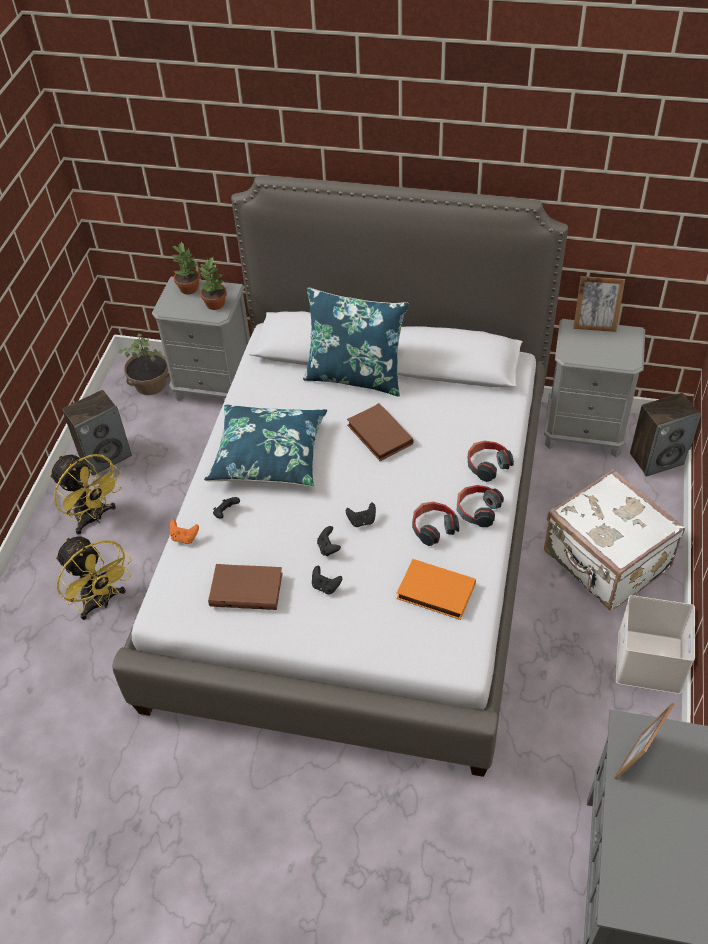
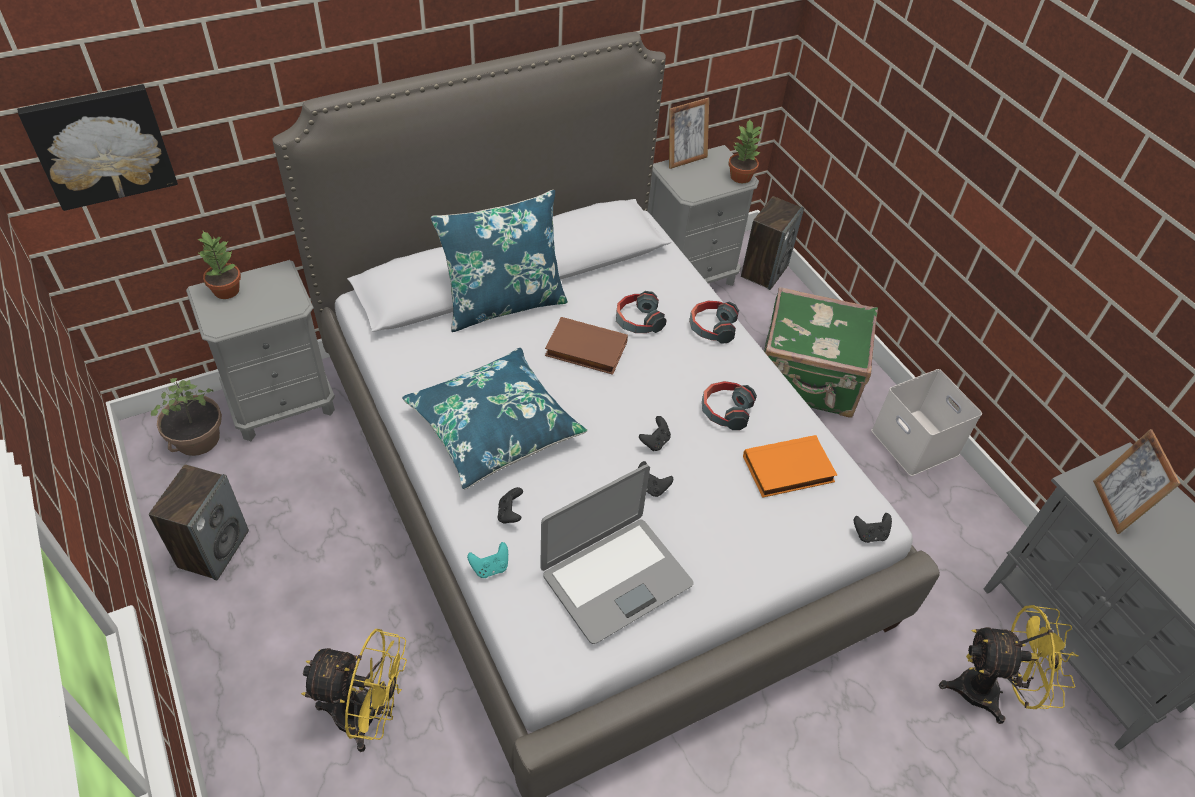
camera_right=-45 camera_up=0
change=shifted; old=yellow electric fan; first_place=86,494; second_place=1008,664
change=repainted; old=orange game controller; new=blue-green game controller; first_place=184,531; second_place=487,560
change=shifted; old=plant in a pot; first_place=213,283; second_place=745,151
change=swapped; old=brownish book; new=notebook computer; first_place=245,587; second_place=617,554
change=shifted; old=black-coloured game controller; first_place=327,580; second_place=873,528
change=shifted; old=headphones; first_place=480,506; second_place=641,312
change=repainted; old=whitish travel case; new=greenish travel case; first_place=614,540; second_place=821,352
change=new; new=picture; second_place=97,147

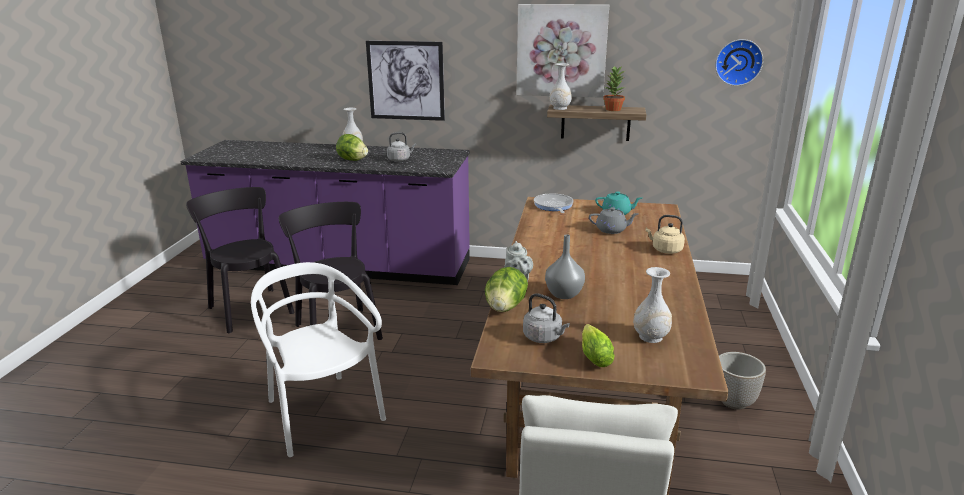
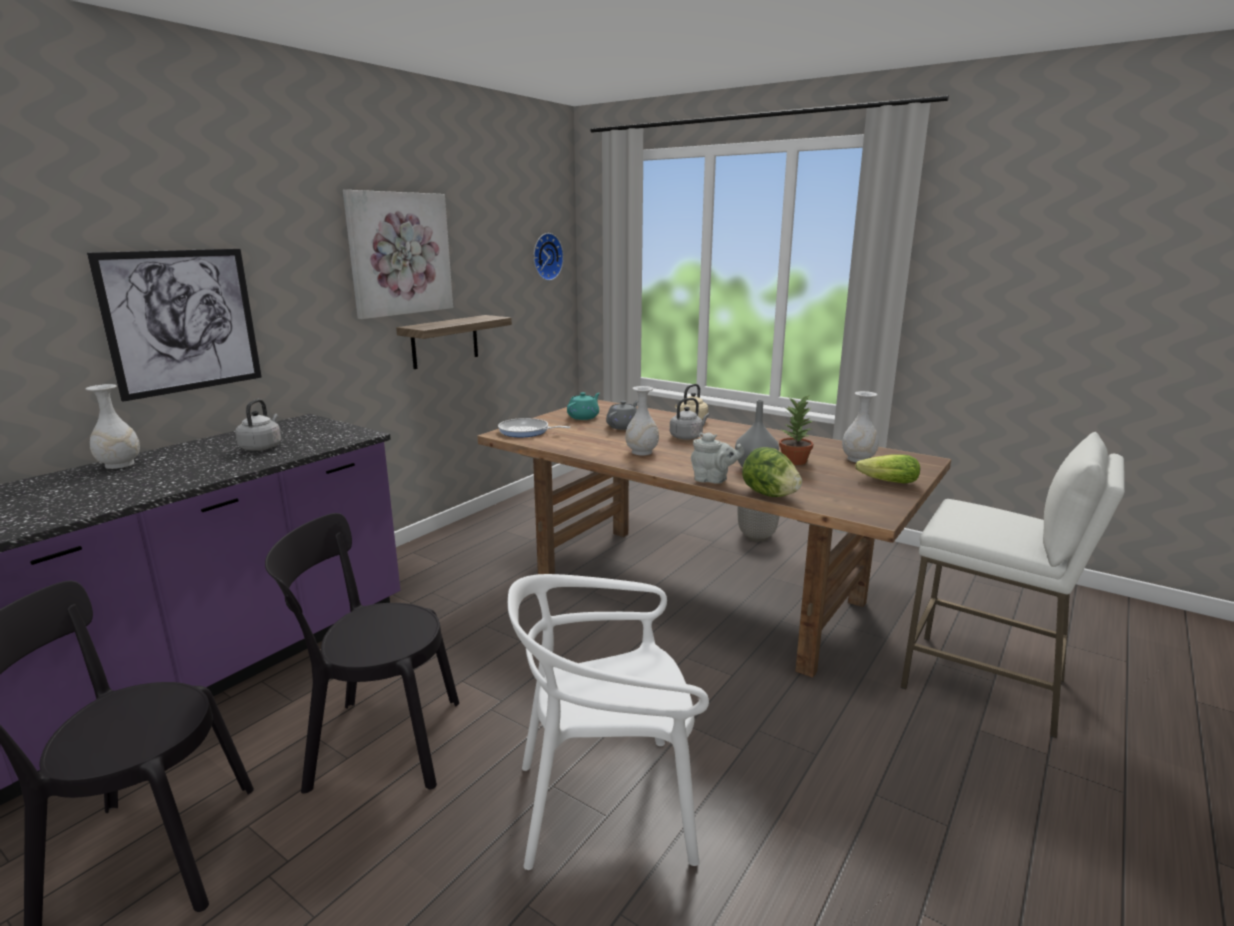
camera_right=-65 camera_up=-5
change=gone; old=lettuce head; first_place=352,147
change=shifted; old=greyish water kettle; first_place=546,318; second_place=690,419
change=shifted; old=whitish flower vase; first_place=560,86; second_place=642,421
change=shifted; old=plant in a pot; first_place=614,88; second_place=796,429

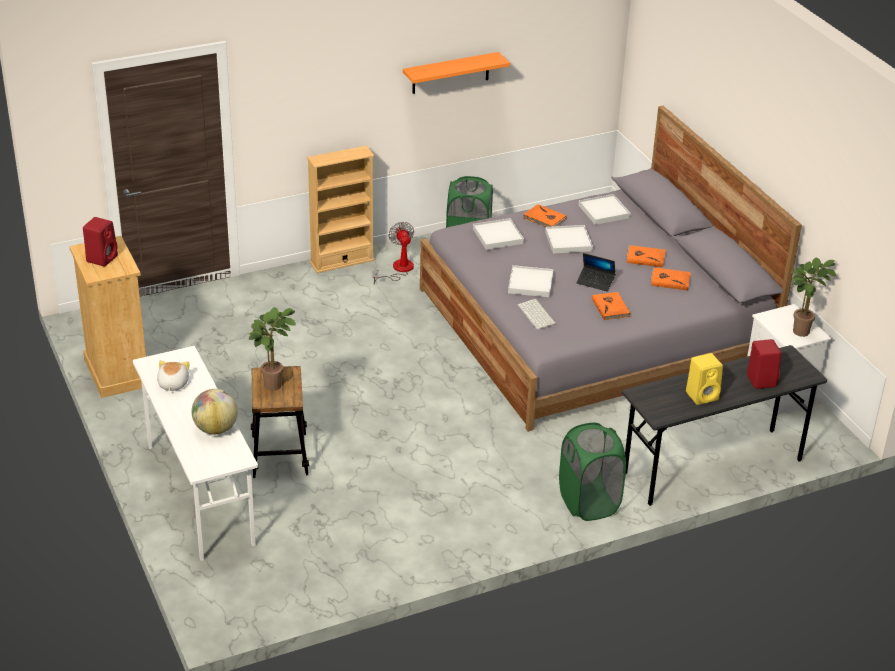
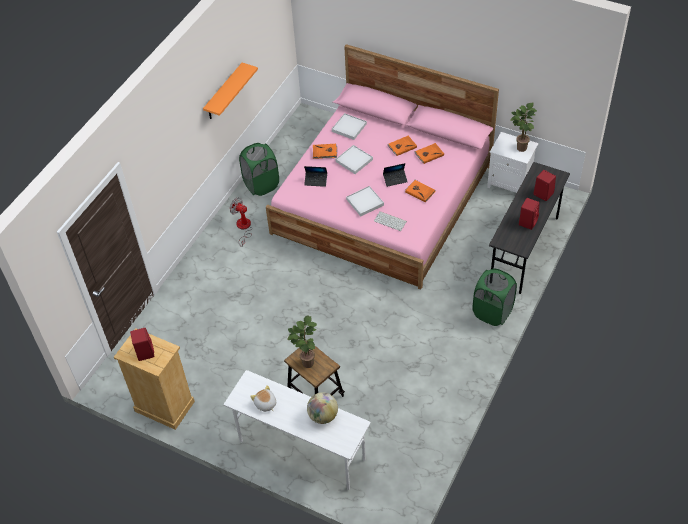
camera_right=-35 camera_up=15
change=gone; old=beige bookcase; first_place=340,209
change=repainted; old=greyish bed; new=pinkish bed; first_place=611,269; second_place=382,167
change=swapped; old=whitish tray; new=notebook computer; first_place=498,234; second_place=315,176
change=repainted; old=yellow loudspeaker; new=reddish loudspeaker; first_place=704,379; second_place=529,214

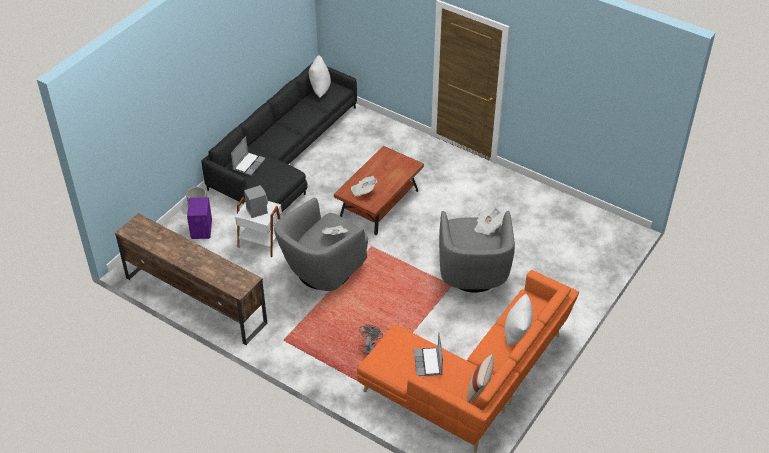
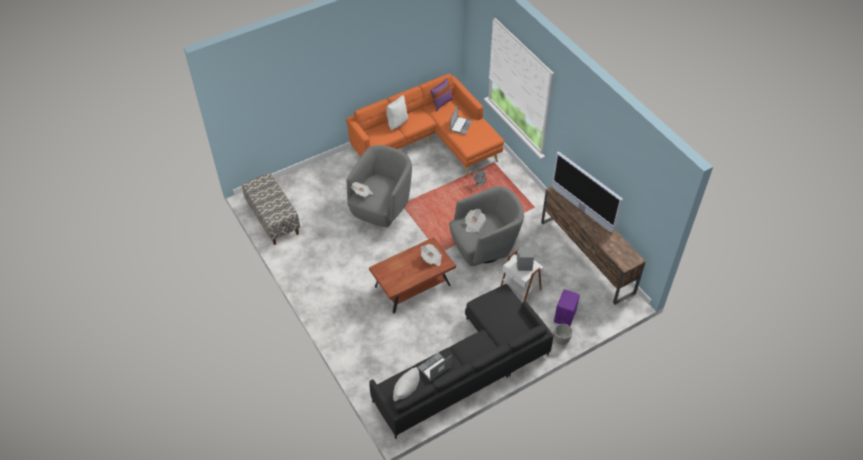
camera_right=-155 camera_up=5
change=shifted; old=notebook computer; first_place=248,156; second_place=435,367
change=repainted; old=beige pillow; new=purple pillow; first_place=480,378; second_place=441,95
change=new; new=bench; second_place=271,209
change=new; new=TV set; second_place=587,192

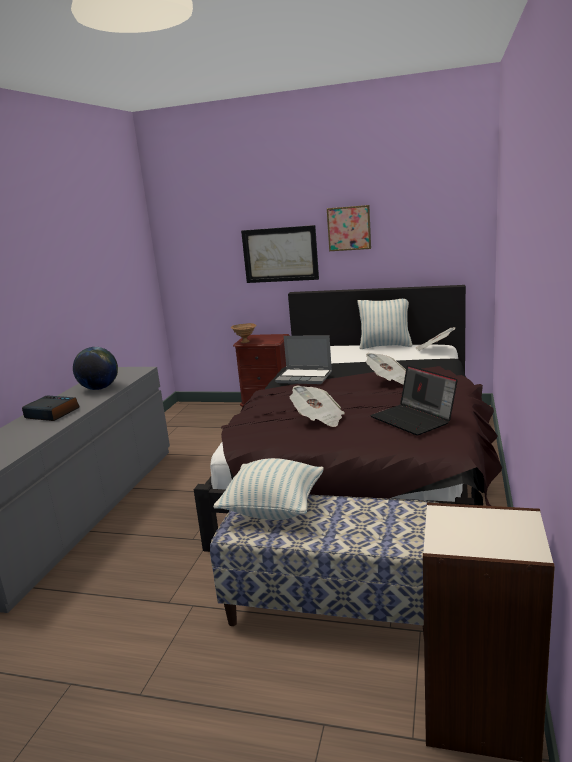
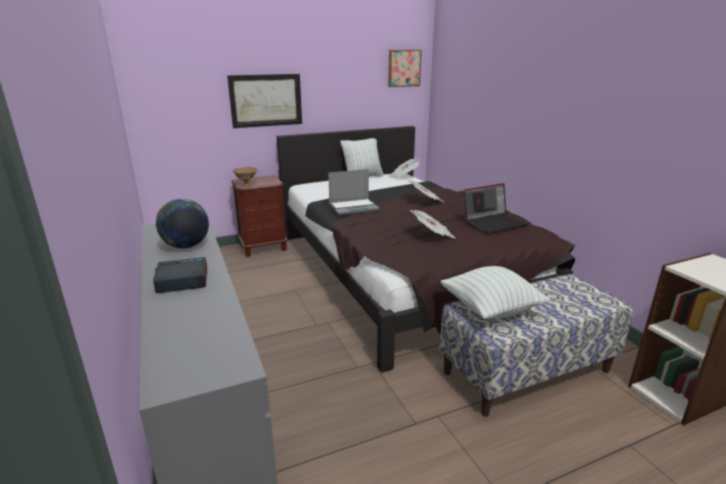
camera_right=-40 camera_up=5
change=shifted; old=picture; first_place=349,228; second_place=405,68
change=rotated; old=notebook computer; first_place=414,400; second_place=496,208; degrees=-45

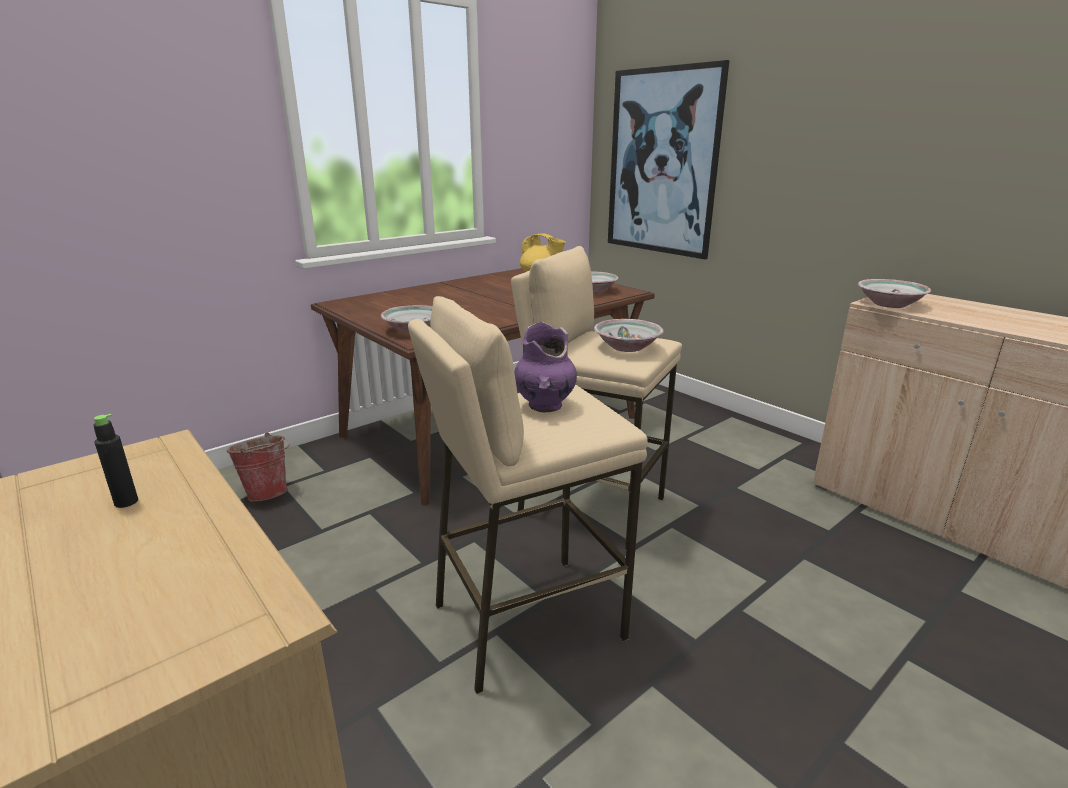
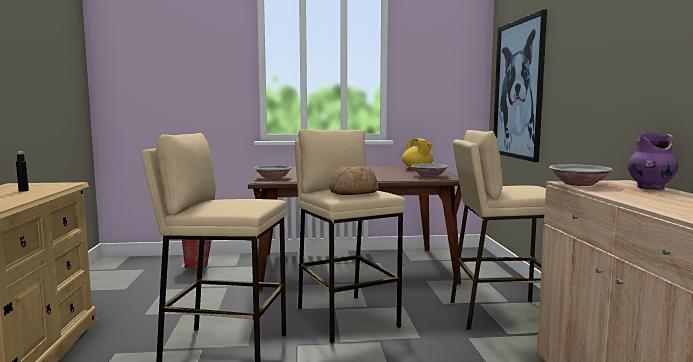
camera_right=35 camera_up=-15
change=shifted; old=purple flower vase; first_place=545,367; second_place=653,160
change=swapped; old=bowl; new=bread; first_place=629,335; second_place=354,180
change=new; new=beige sitting stool; second_place=498,230

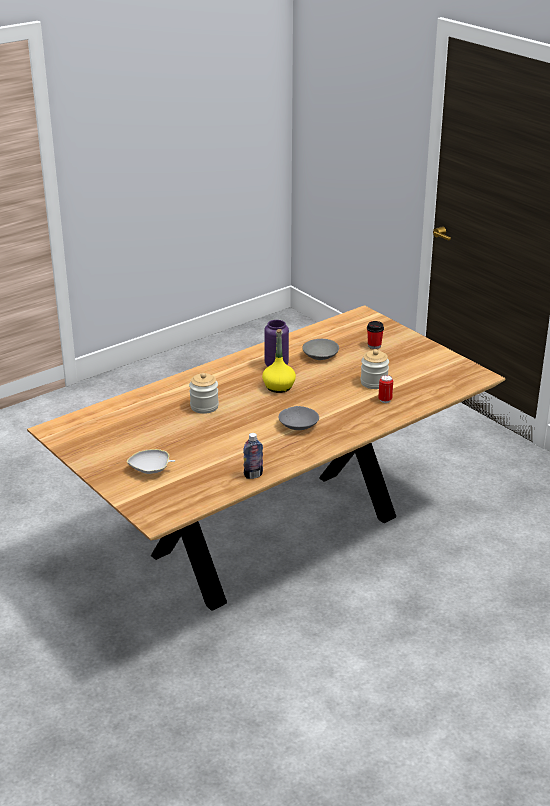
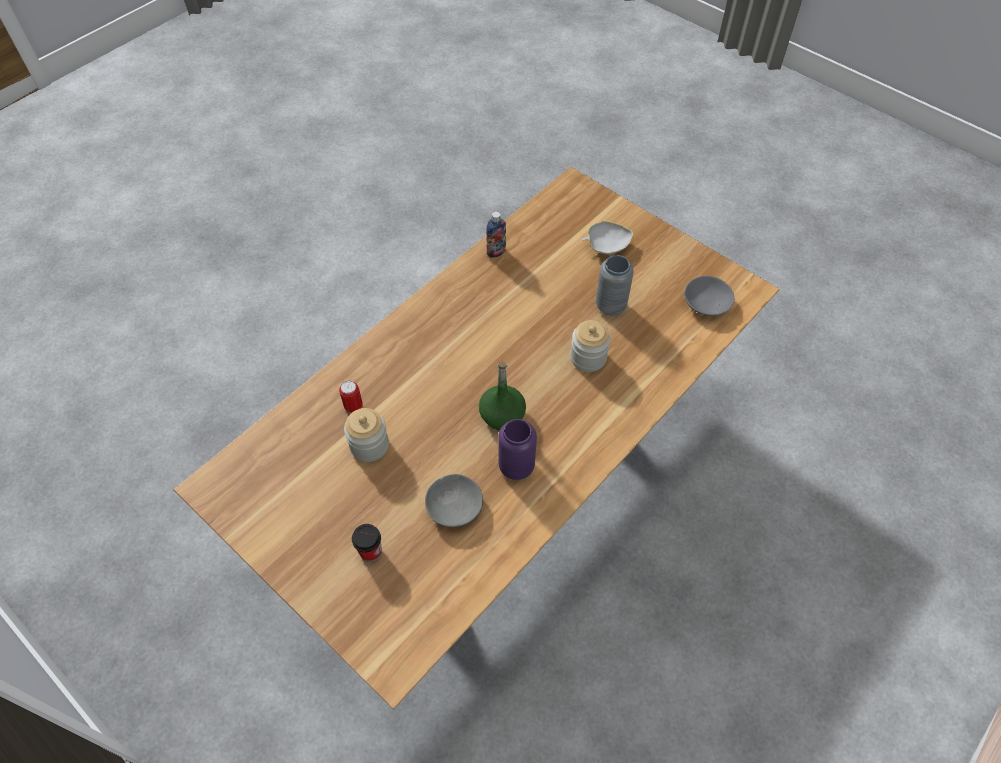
camera_right=170 camera_up=25
change=repainted; old=yellow beverage bottle; new=greenish beverage bottle; first_place=279,361; second_place=502,395
change=shifted; old=greyish bowl; first_place=299,418; second_place=709,296
change=new; new=greyish flower vase; second_place=615,285

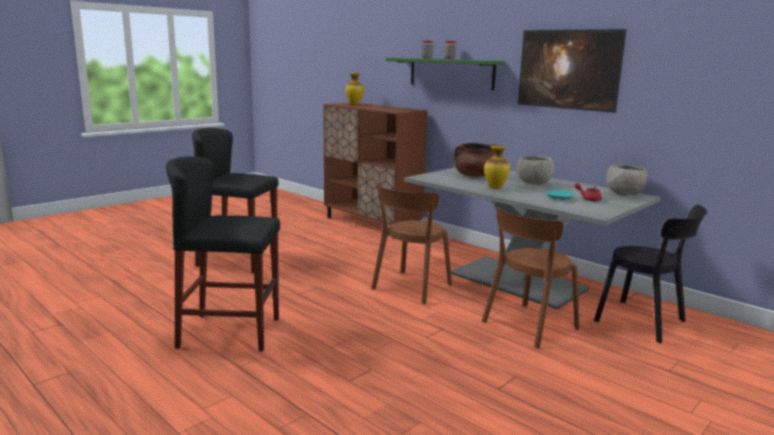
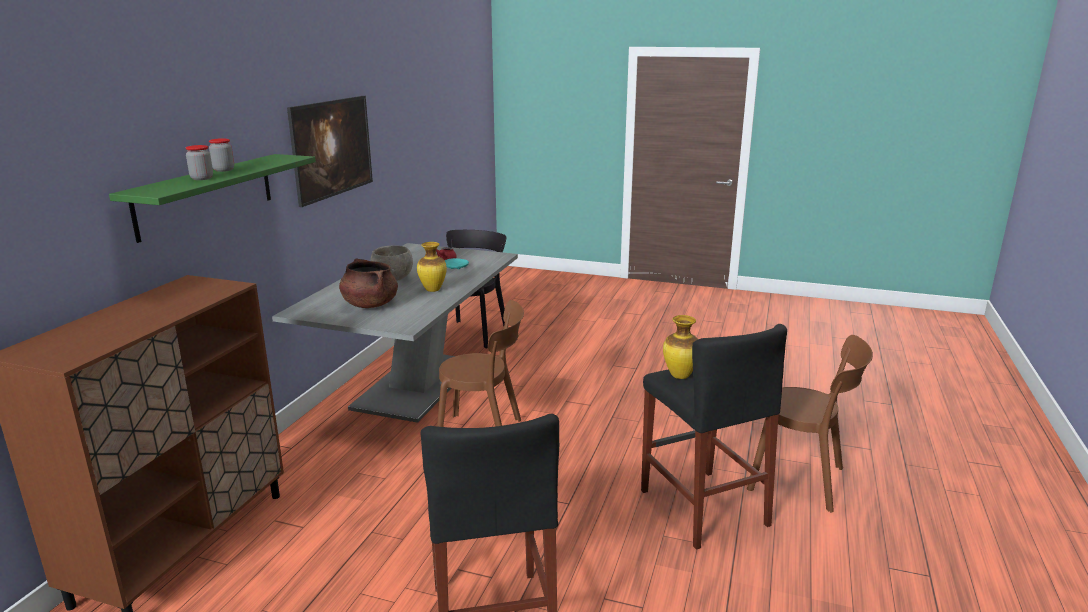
camera_right=-115 camera_up=5
change=shifted; old=flower vase; first_place=354,89; second_place=680,347
change=shifted; old=brownish chair; first_place=530,275; second_place=810,424
change=gone; old=greyish bowl; first_place=627,180

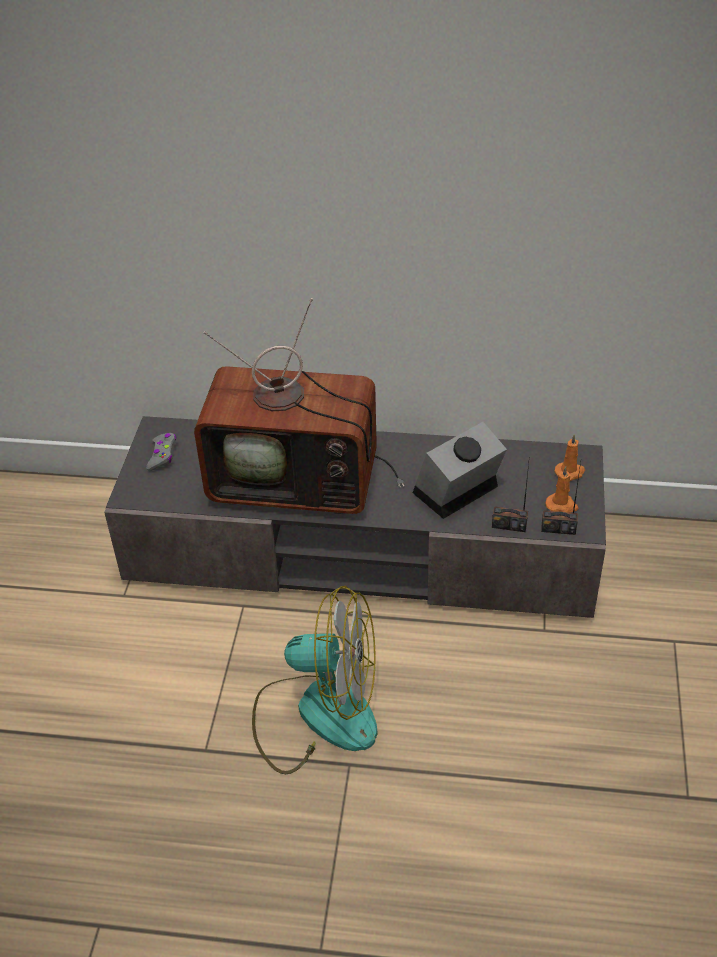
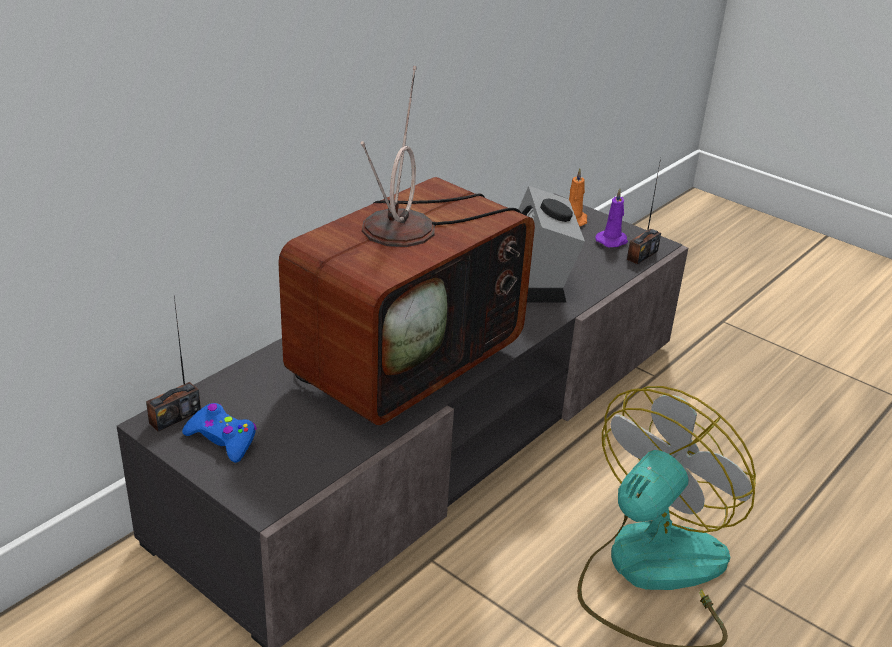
camera_right=-60 camera_up=-10
change=repainted; old=greyish game controller; new=blue-coloured game controller; first_place=161,452; second_place=219,433
change=shifted; old=radio receiver; first_place=510,497; second_place=173,364
change=repainted; old=orange wax candle; new=purple wax candle; first_place=562,489; second_place=611,218

